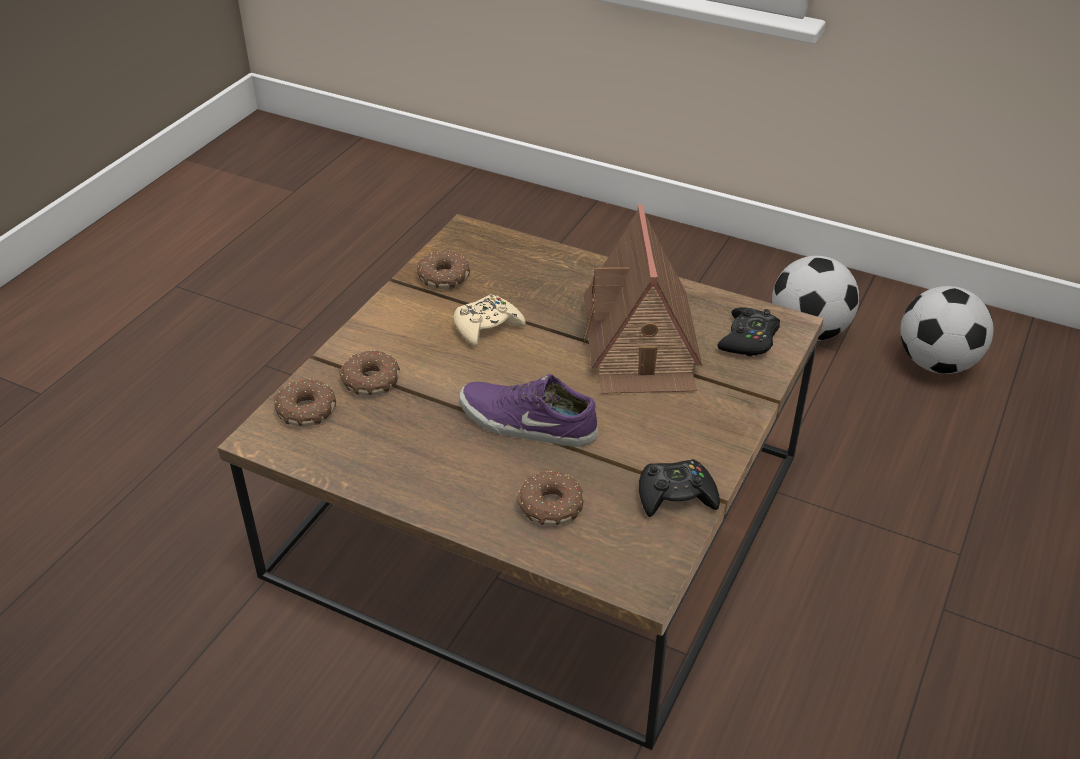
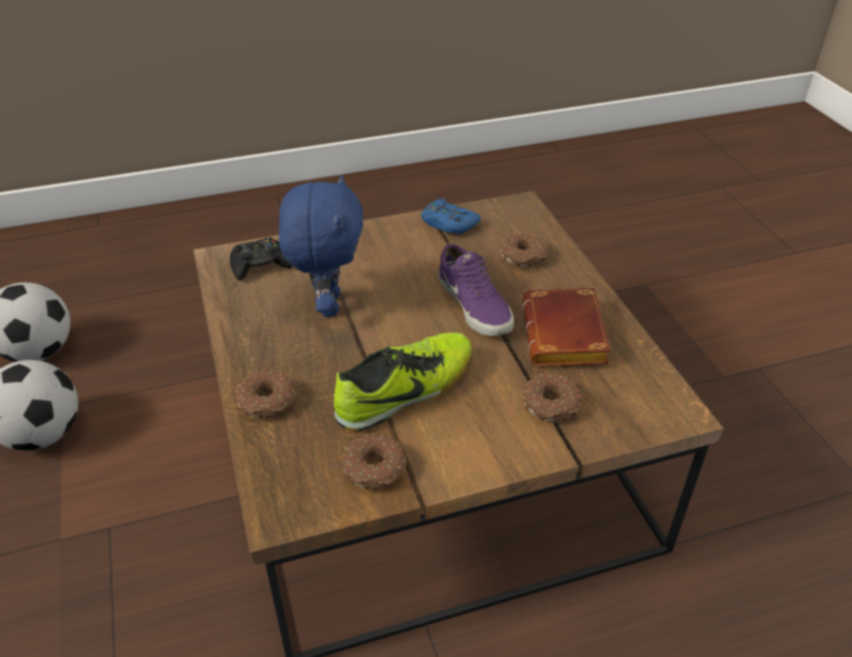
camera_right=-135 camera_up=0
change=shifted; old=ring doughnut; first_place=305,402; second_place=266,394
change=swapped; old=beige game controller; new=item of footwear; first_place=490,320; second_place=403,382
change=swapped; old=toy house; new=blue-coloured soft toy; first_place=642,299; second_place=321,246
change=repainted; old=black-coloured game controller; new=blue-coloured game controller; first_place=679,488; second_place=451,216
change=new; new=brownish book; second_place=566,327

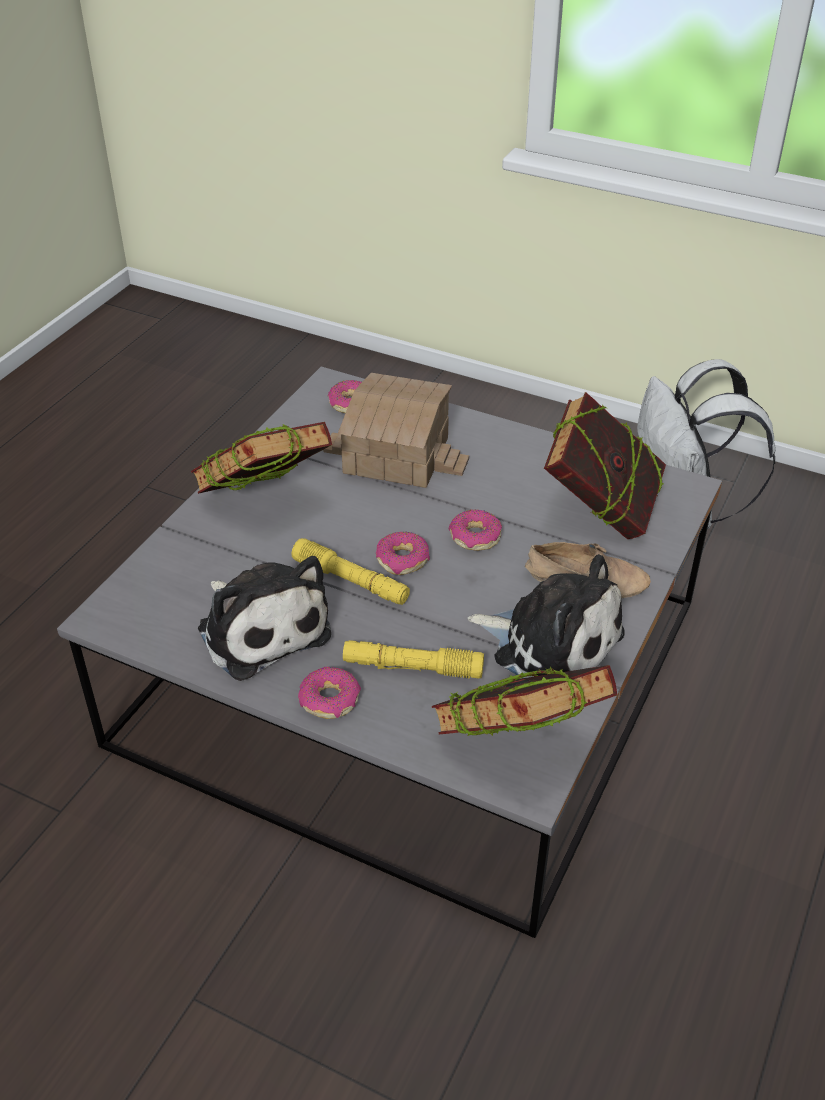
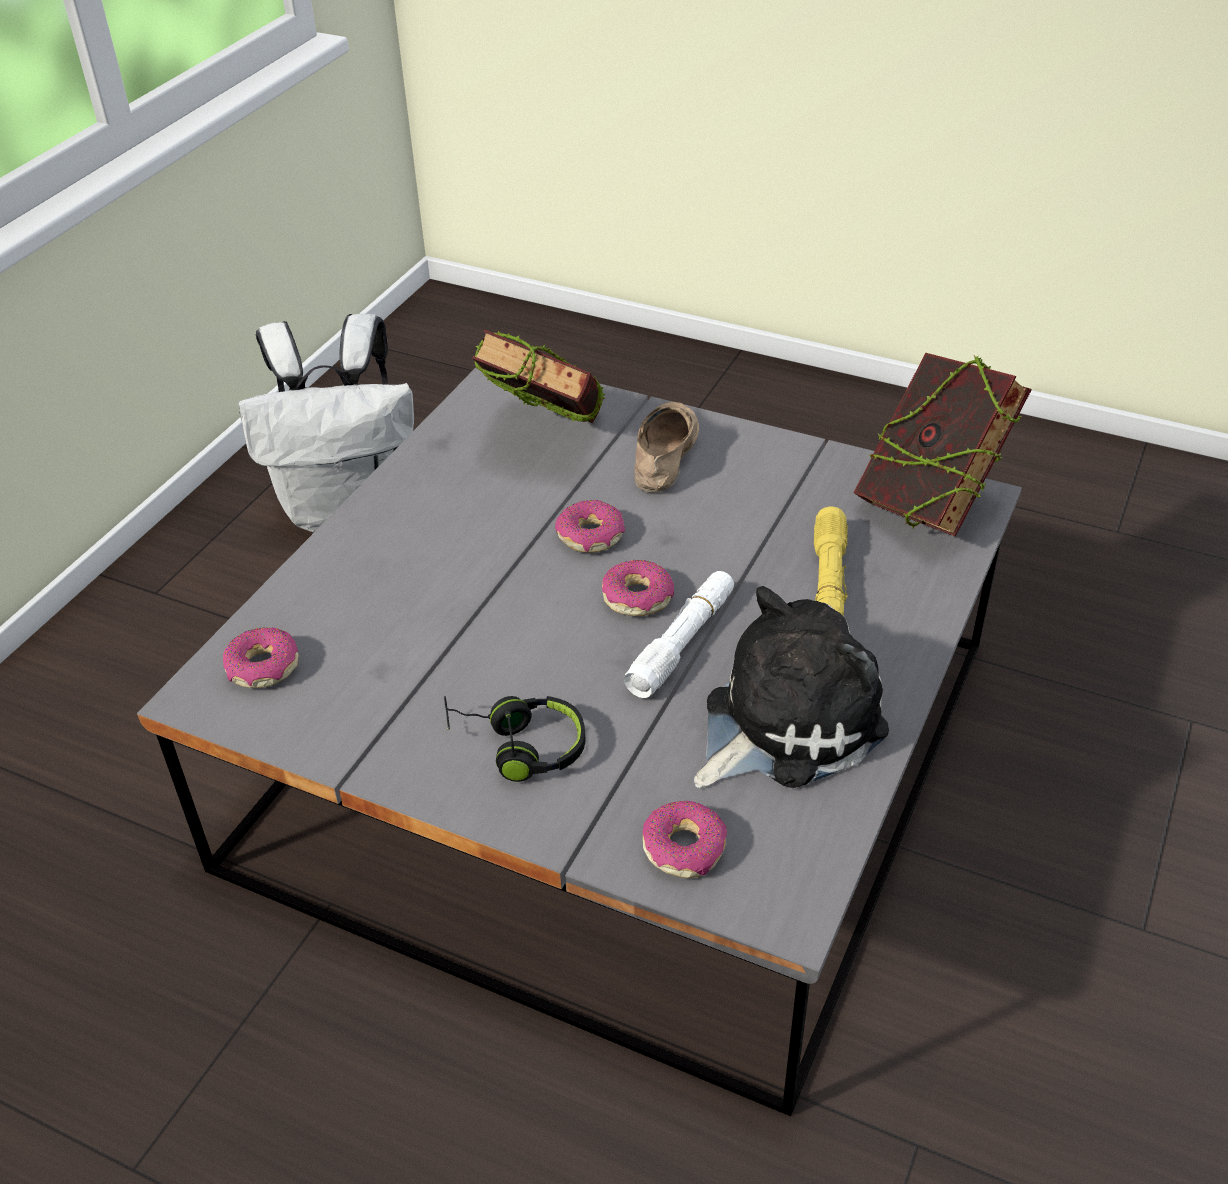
camera_right=-90 camera_up=0
change=swapped; old=book; new=black-coloured headphones; first_place=261,458; second_place=515,739
change=repainted; old=yellow flashlight; new=whitish flashlight; first_place=350,571; second_place=679,634
change=shifted; old=ring doughnut; first_place=329,693; second_place=684,839
change=gone; old=toy house; first_place=396,430
change=gone; old=soft toy; first_place=545,616

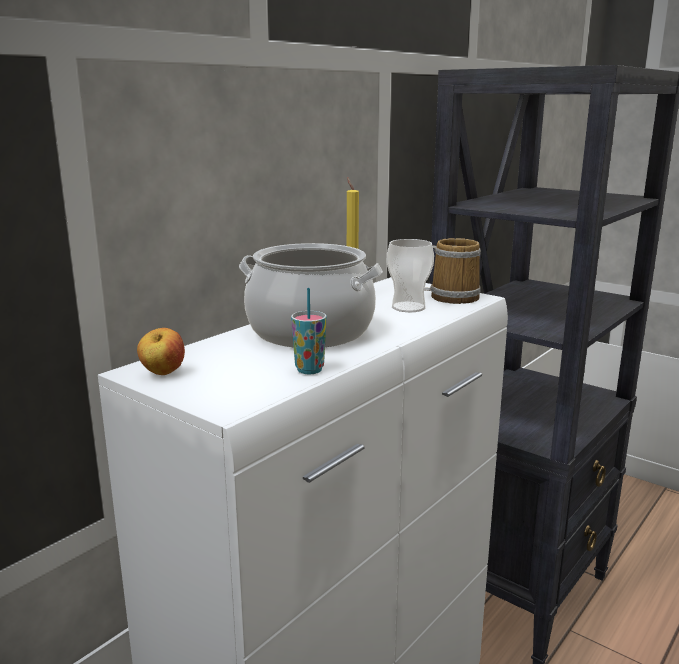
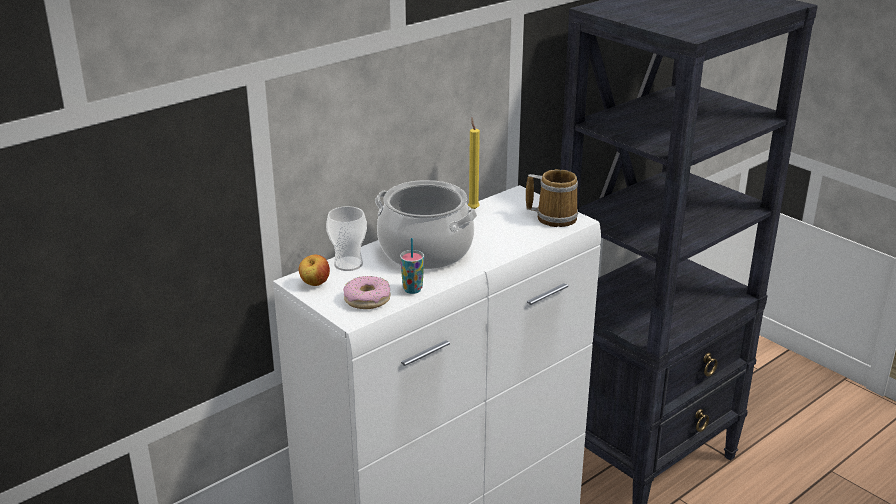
camera_right=10 camera_up=10
change=shifted; old=drinking cup; first_place=410,275; second_place=346,238
change=new; new=ring doughnut; second_place=366,292

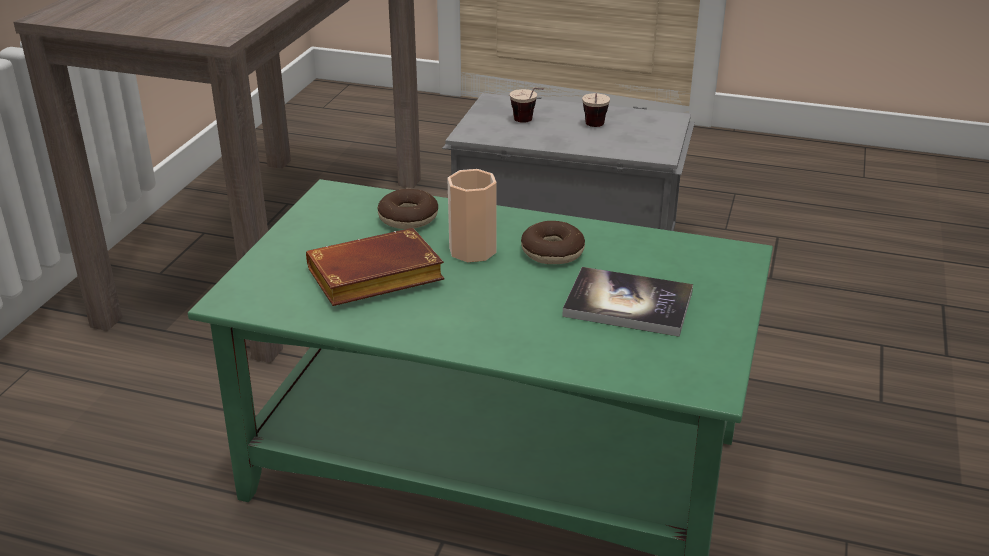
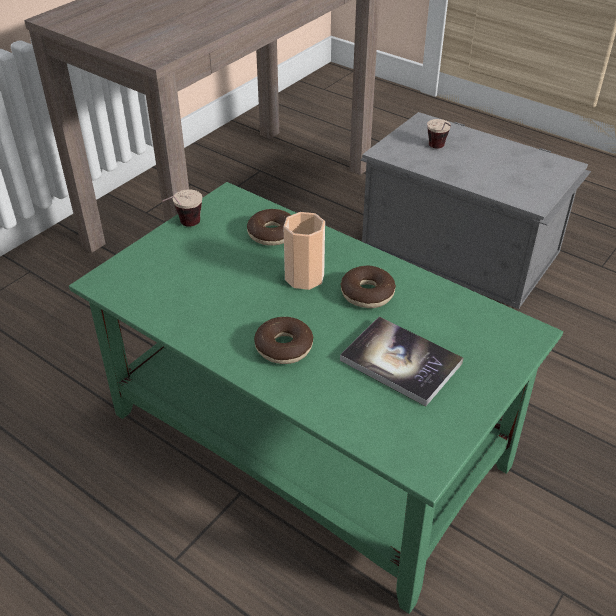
camera_right=20 camera_up=10
change=gone; old=brownish book; first_place=375,267
change=shifted; old=drinking cup; first_place=596,110; second_place=182,208
change=new; new=ring doughnut; second_place=283,340

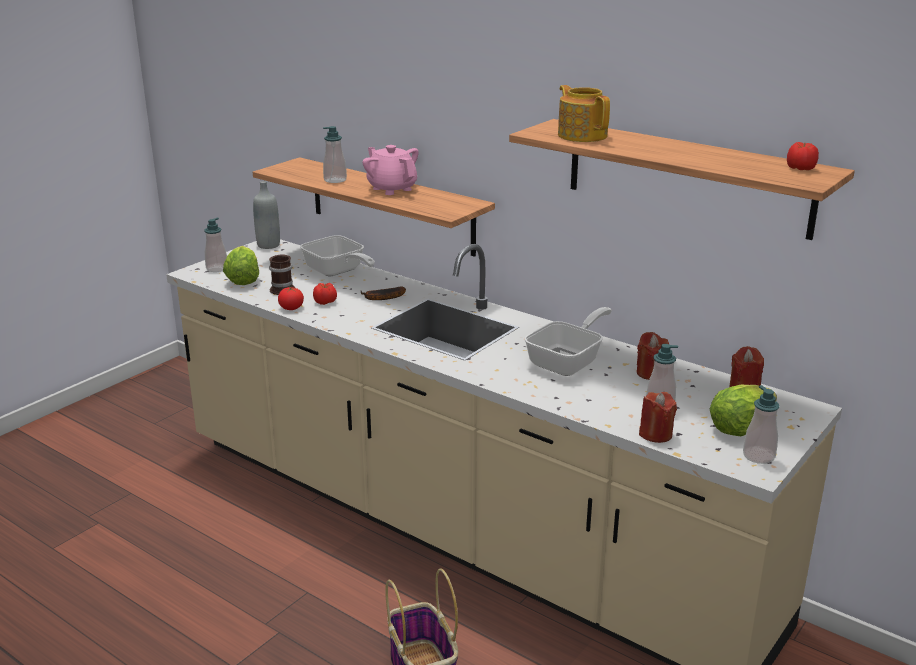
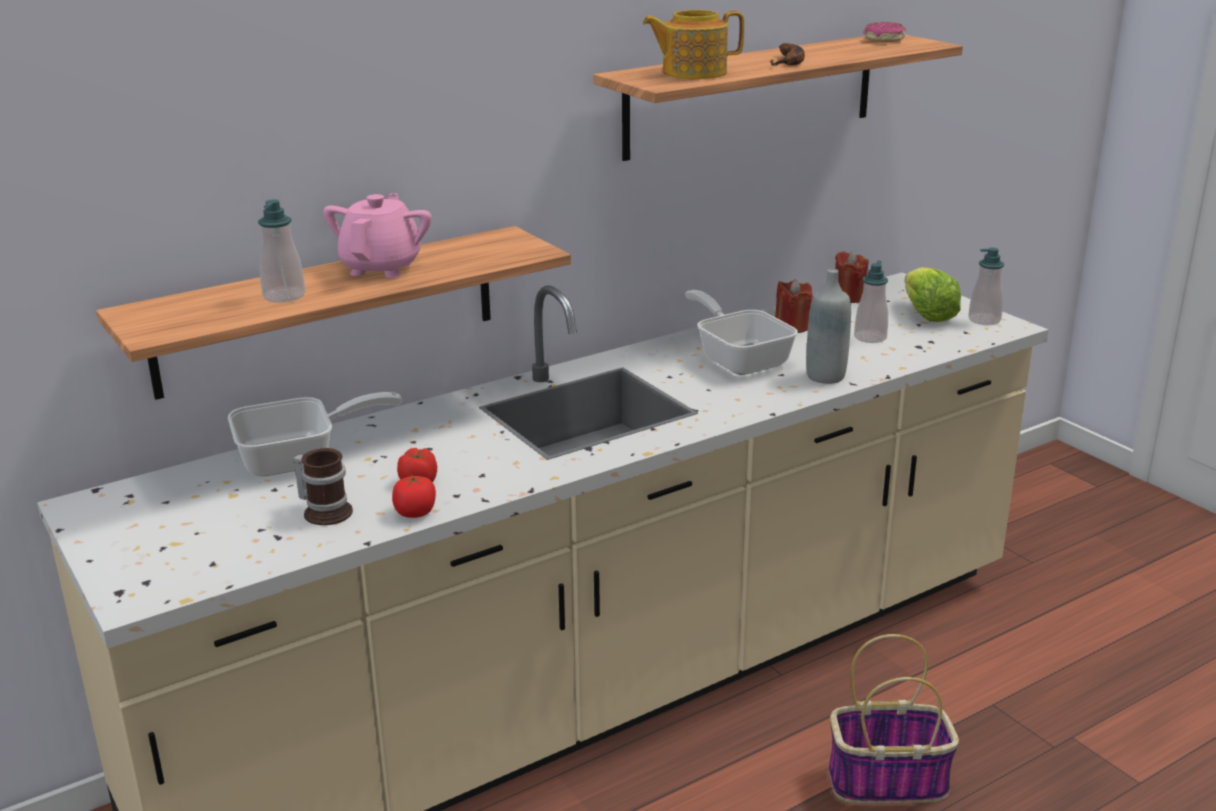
camera_right=-70 camera_up=0
change=gone; old=soap bottle; first_place=215,245
change=gone; old=lettuce head; first_place=241,265
change=shifted; old=greyish beverage bottle; first_place=266,215; second_place=828,326
change=shifted; old=whole banana; first_place=383,293; second_place=787,54
change=rotated; old=pinkish tea pot; first_place=391,170; second_place=377,235; degrees=120
change=gone; old=reddish wax candle; first_place=658,417
change=swapped; old=tomato; new=ring doughnut; first_place=803,156; second_place=884,32

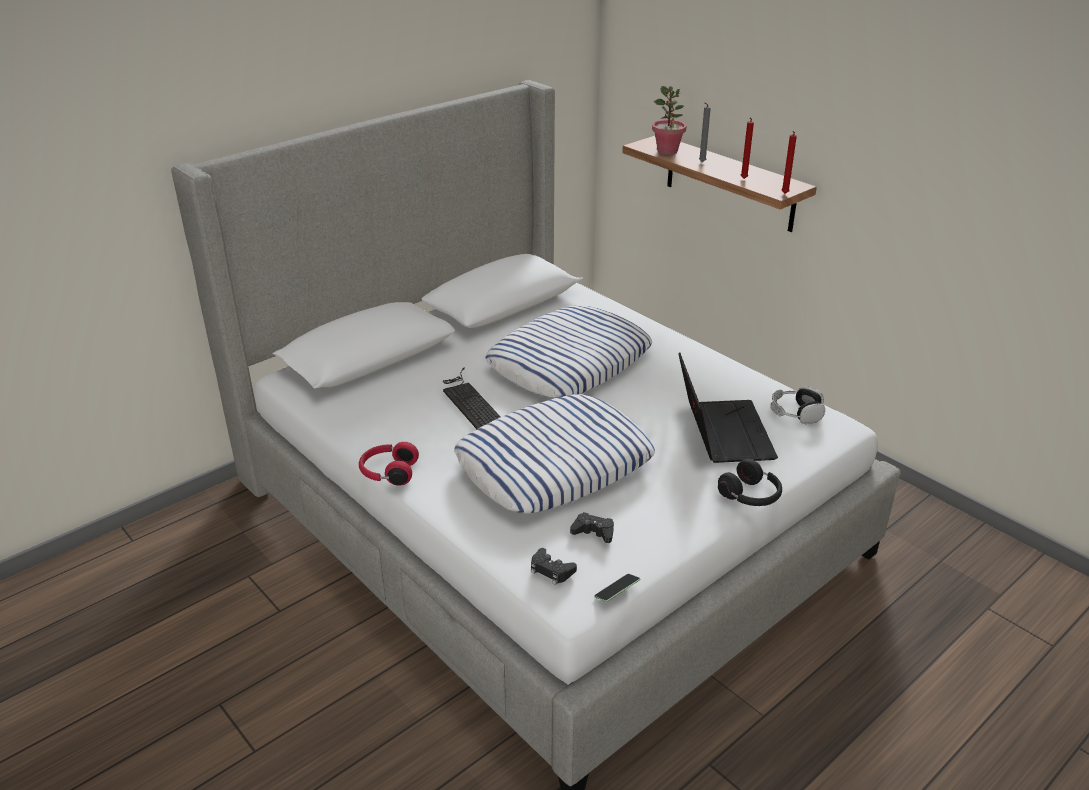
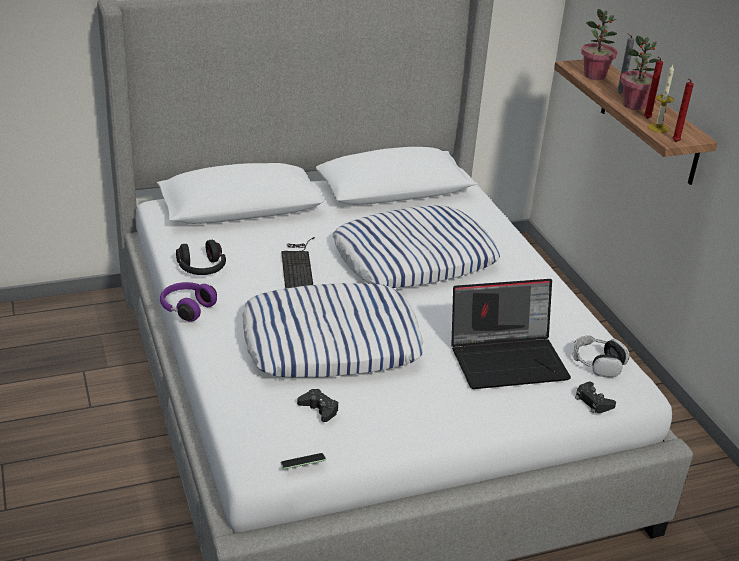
camera_right=20 camera_up=0
change=repainted; old=reddish headphones; new=purple headphones; first_place=389,464; second_place=188,302
change=shifted; old=black-coloured game controller; first_place=554,566; second_place=595,397
change=rotated; old=notebook computer; first_place=728,408; second_place=511,334; degrees=60
change=shifted; old=black-coloured headphones; first_place=750,482; second_place=201,257
change=new; new=plant in a pot; second_place=640,73
change=new; new=wax candle; second_place=661,99

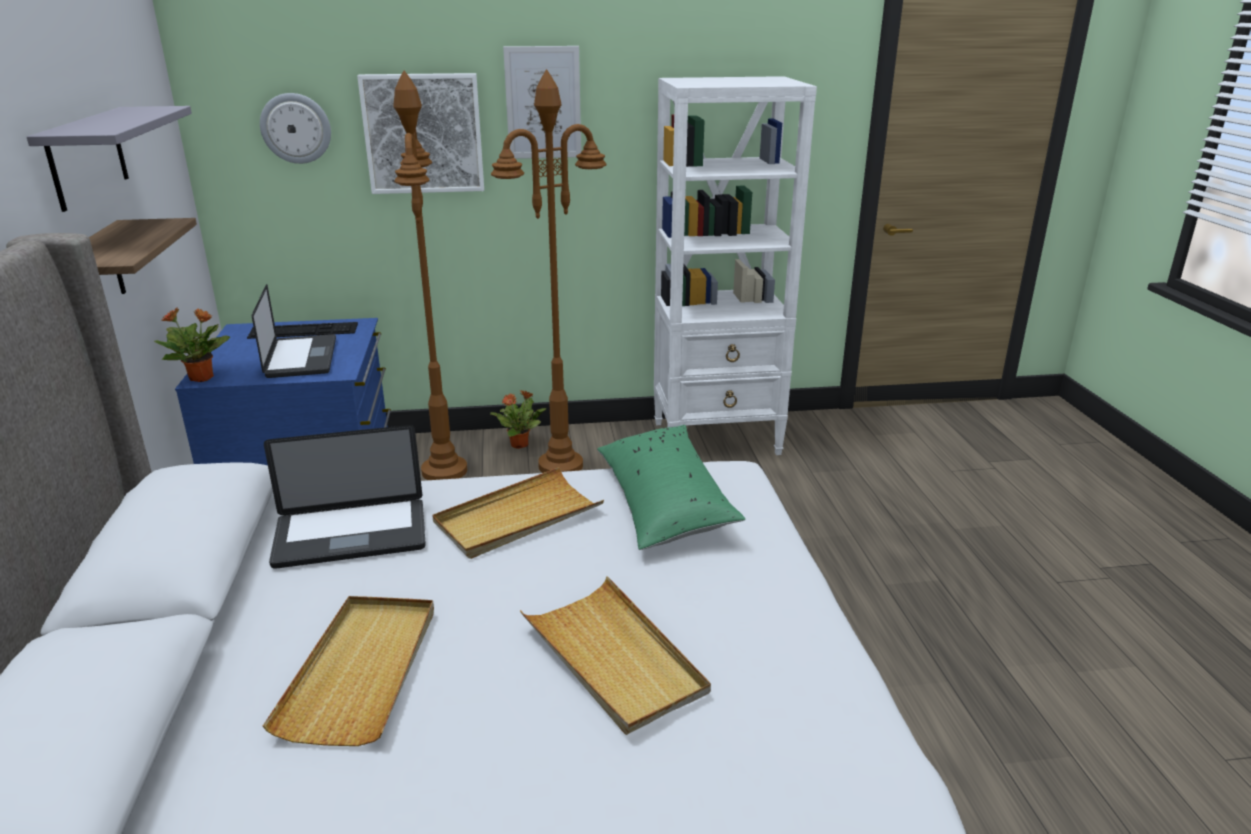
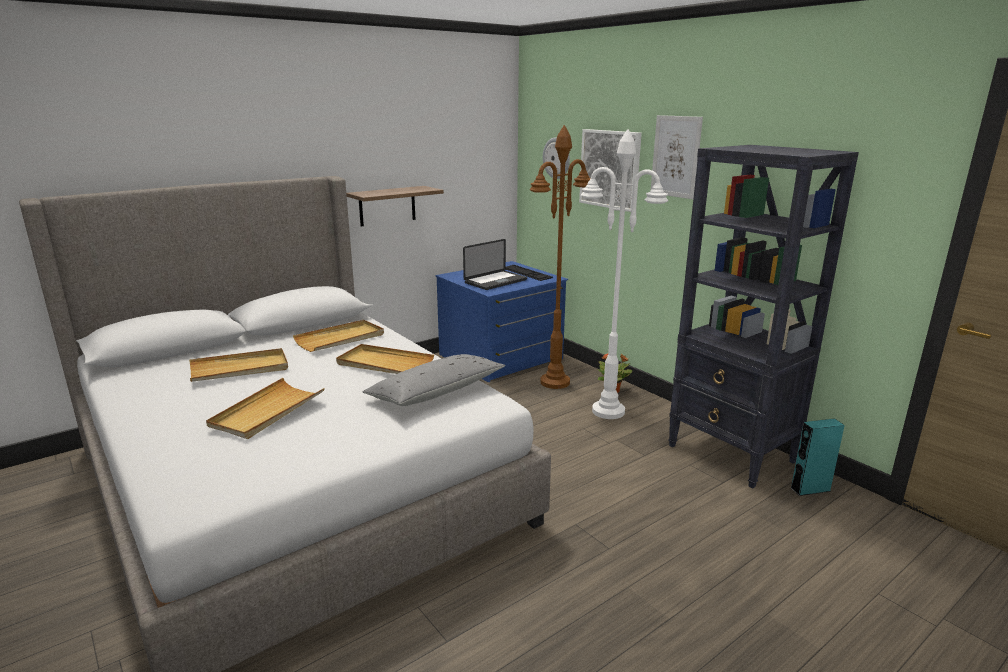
camera_right=60 camera_up=-5
change=gone; old=greyish shelf; first_place=109,159
change=gone; old=plant in a pot; first_place=192,344
change=swapped; old=notebook computer; new=beige tray; first_place=345,497; second_place=338,336
change=repainted; old=brownish standing lamp; new=whitish standing lamp; first_place=548,271; second_place=624,274
change=repainted; old=greenish pillow; new=greyish pillow; first_place=671,487; second_place=434,380
change=repainted; old=whitish bookcase; new=black-coloured bookcase; first_place=735,265; second_place=763,317
change=new; new=blue-green loudspeaker; second_place=818,457

